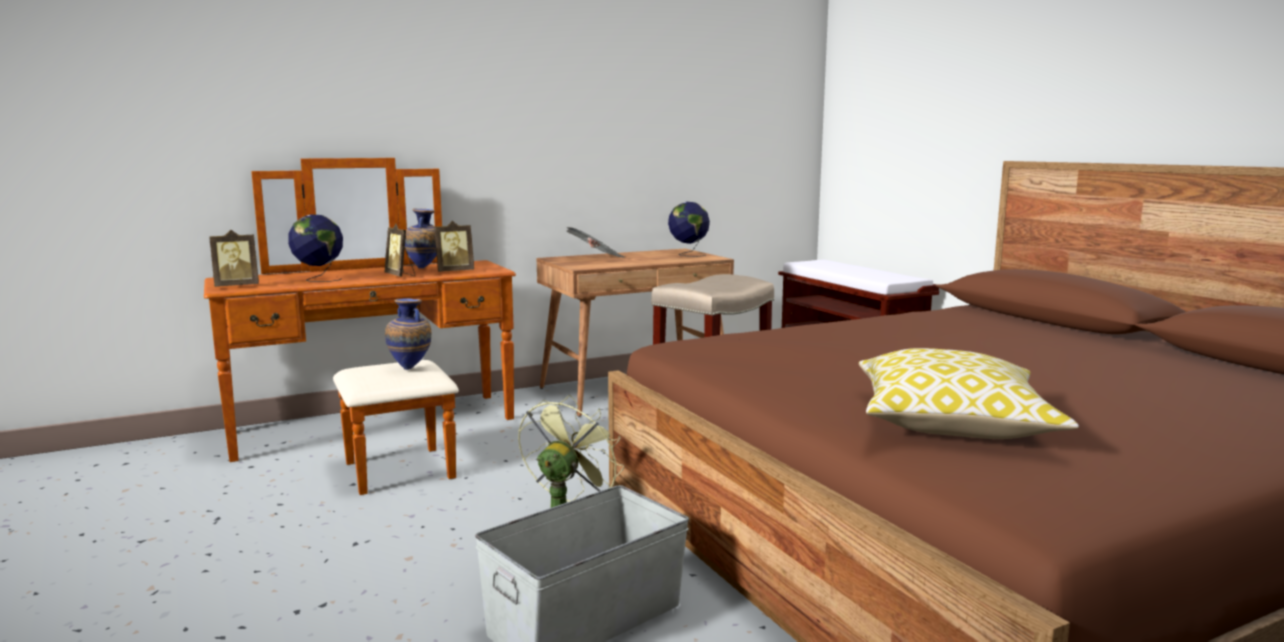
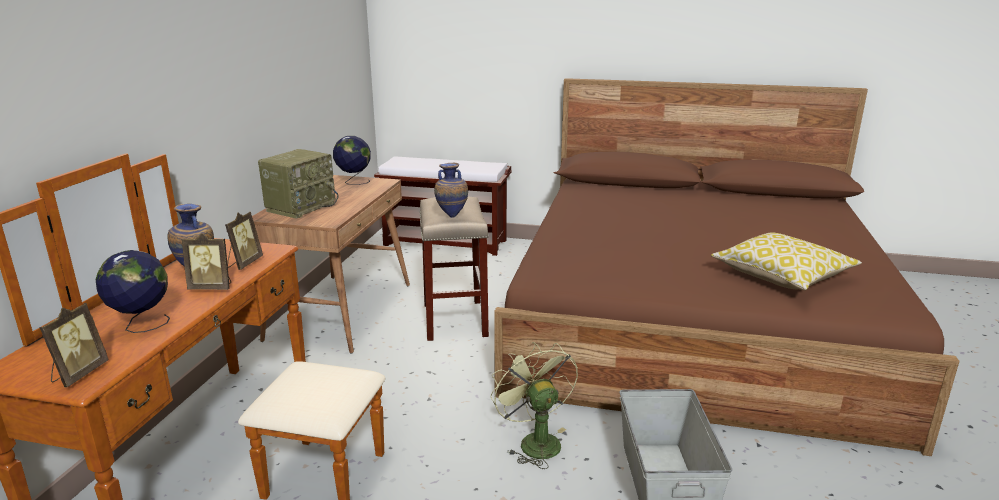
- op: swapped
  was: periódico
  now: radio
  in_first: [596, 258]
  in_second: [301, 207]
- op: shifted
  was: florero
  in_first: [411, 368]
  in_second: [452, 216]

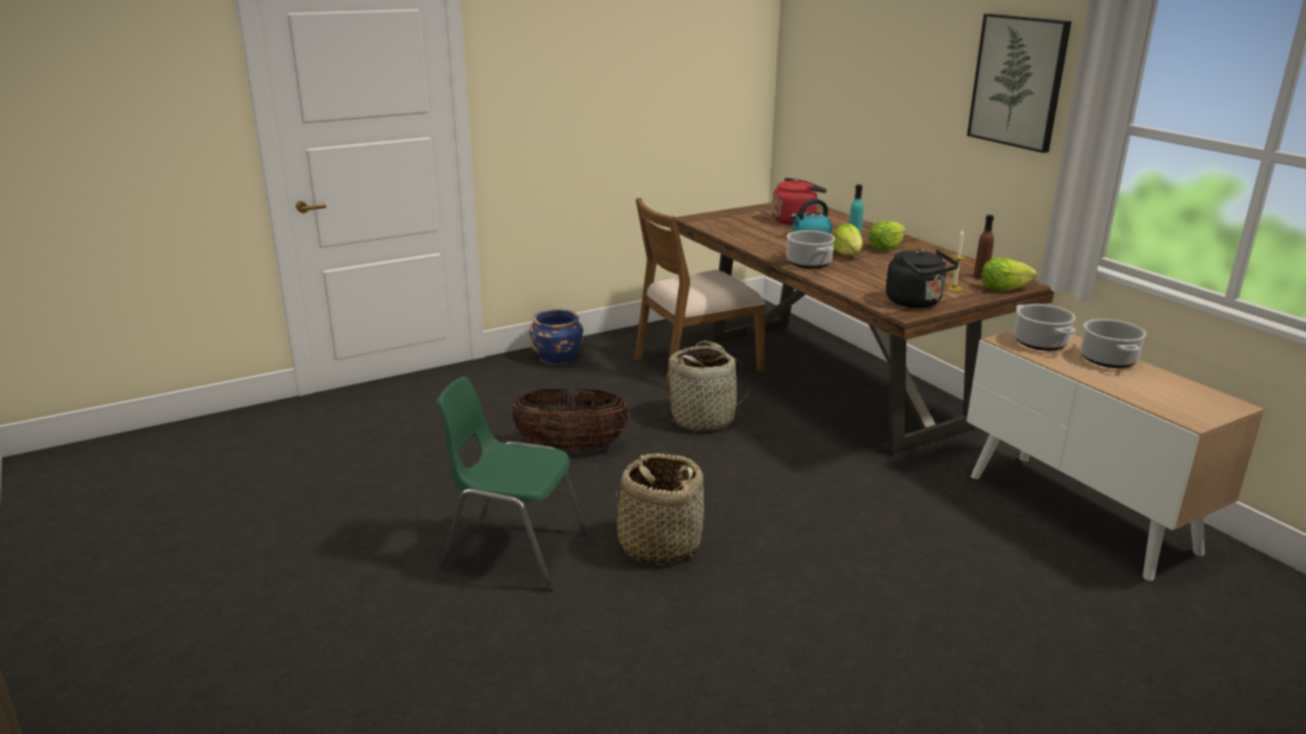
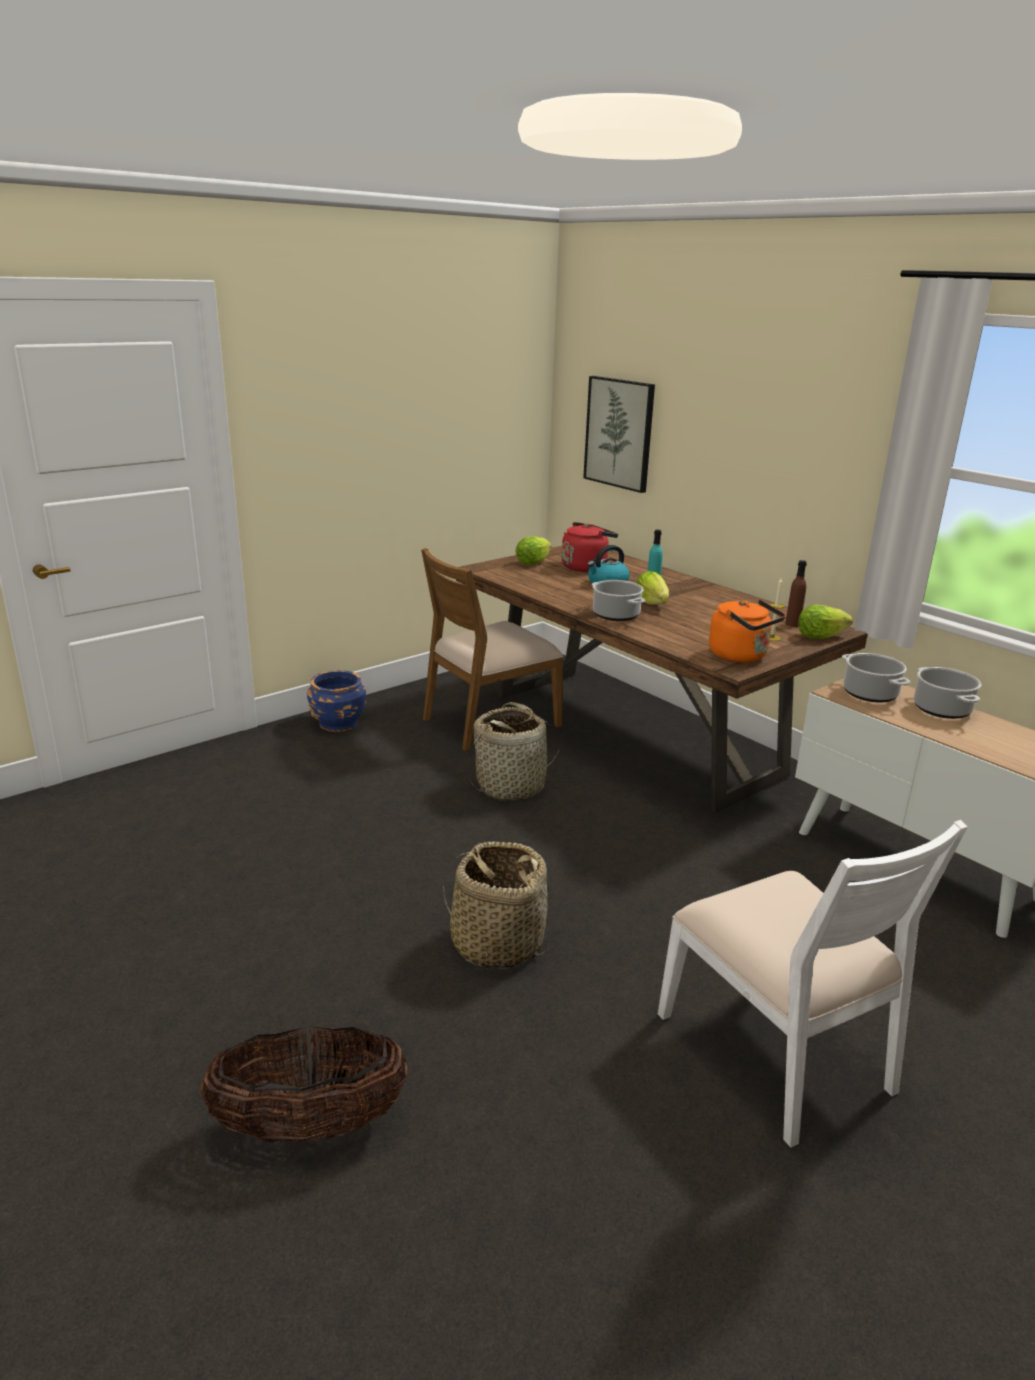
- op: shifted
  was: cuadro
  in_first: [1018, 81]
  in_second: [619, 433]
- op: shifted
  was: lechuga
  in_first: [885, 248]
  in_second: [532, 563]
- op: repainted
  was: hervidor/negro
  now: hervidor/naranja
  in_first: [916, 303]
  in_second: [741, 656]
- op: gone
  was: silla/verde
  in_first: [513, 550]
- op: shifted
  was: cesta
  in_first: [571, 447]
  in_second: [309, 1125]
- op: new
  now: silla/blanco
  in_second: [777, 1051]

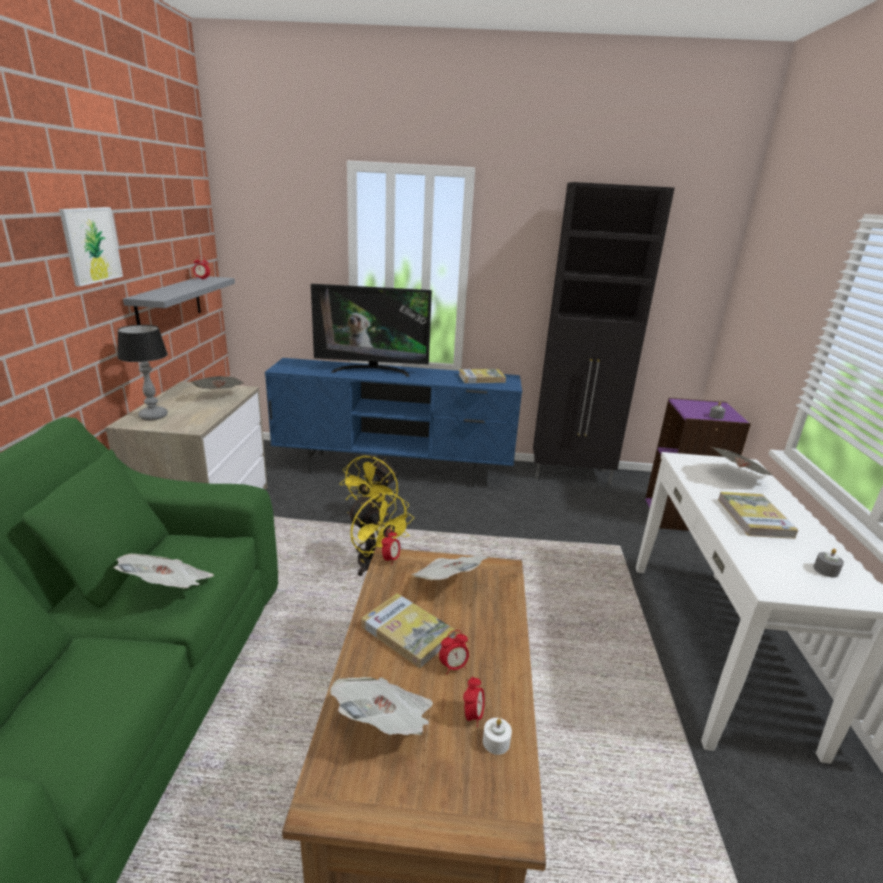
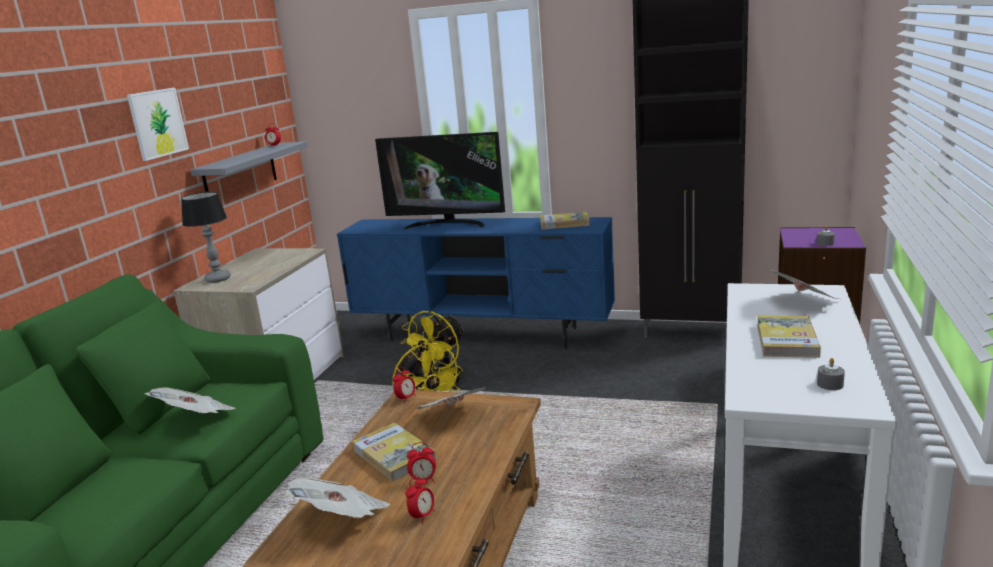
- op: gone
  was: periódico
  in_first: [219, 396]
- op: gone
  was: vela/blanco
  in_first: [496, 742]

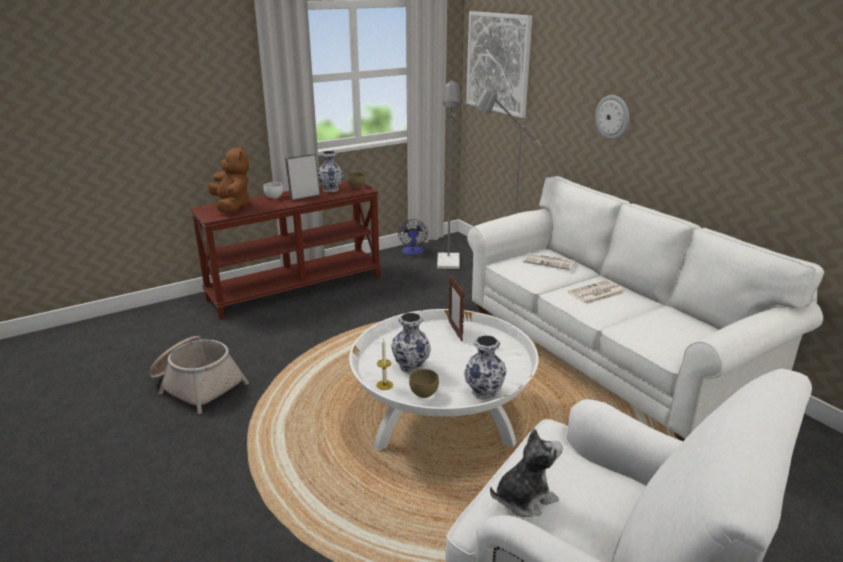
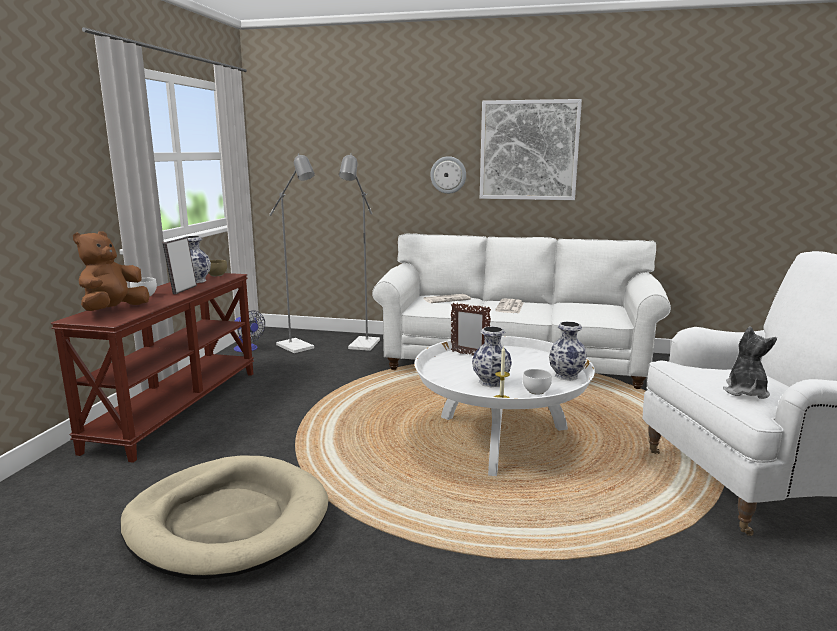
- op: shifted
  was: cuadro
  in_first: [498, 63]
  in_second: [528, 150]
- op: rotated
  was: peluche/marrón
  in_first: [232, 207]
  in_second: [113, 310]
  clockwise: -90
- op: swapped
  was: cesta
  now: cama para perro/beis
  in_first: [197, 385]
  in_second: [227, 521]
- op: repainted
  was: cuenco/marrón
  now: cuenco/blanco
  in_first: [423, 394]
  in_second: [537, 392]

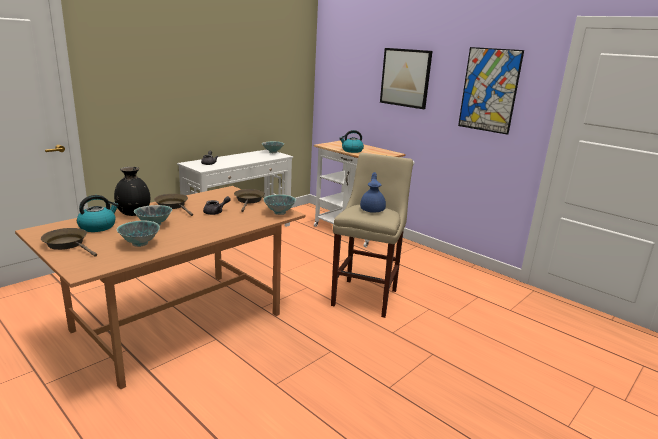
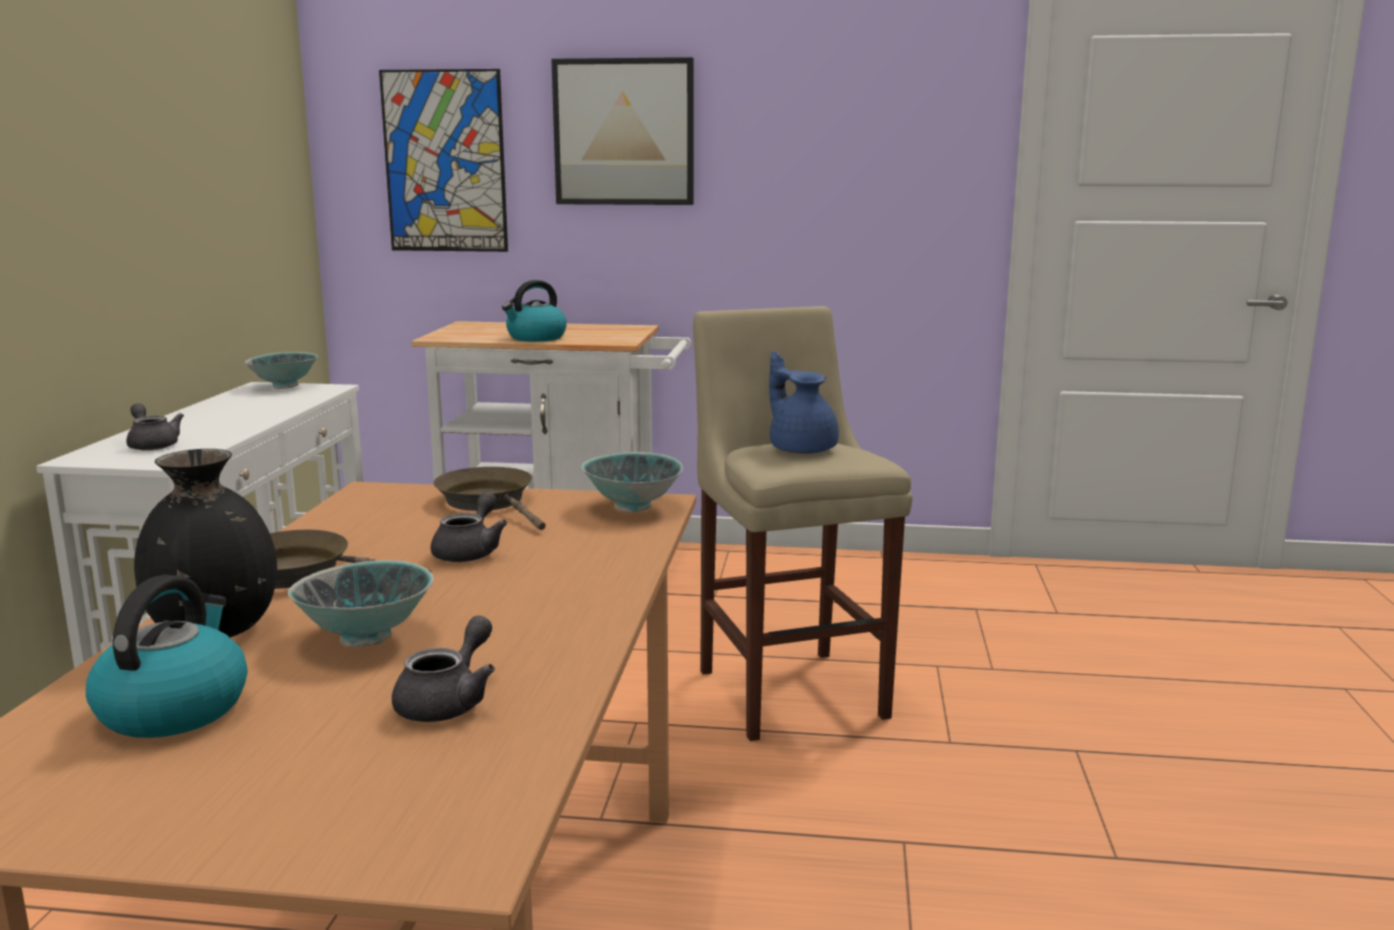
- op: shifted
  was: cuadro
  in_first: [489, 90]
  in_second: [445, 162]
- op: swapped
  was: cuenco
  now: tetera/gris
  in_first: [139, 244]
  in_second: [449, 701]
- op: gone
  was: sartén/marrón
  in_first: [68, 244]

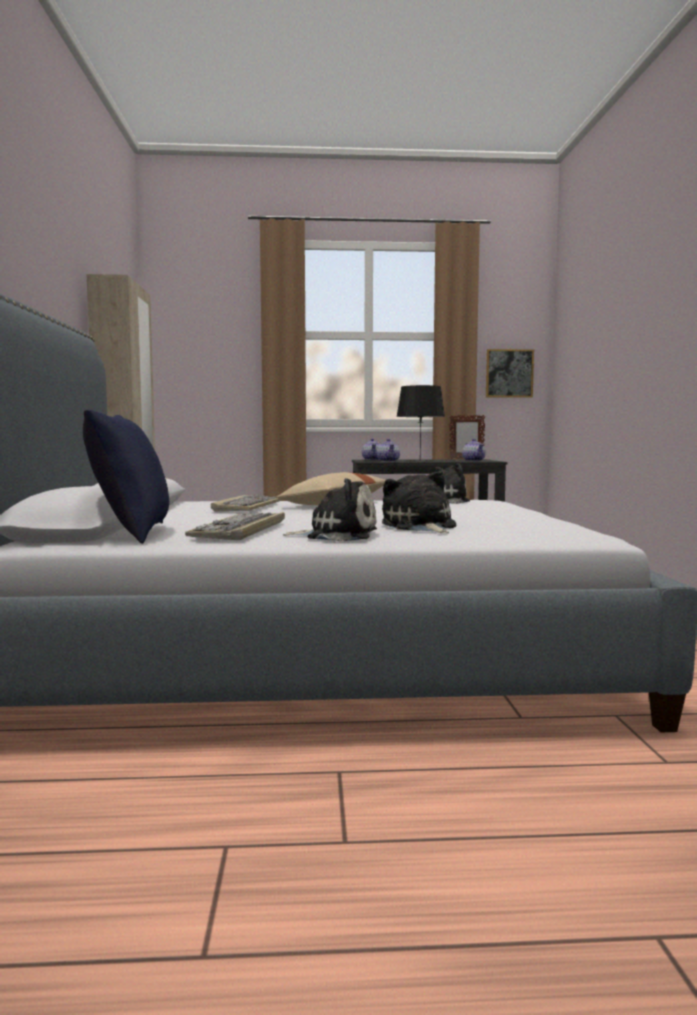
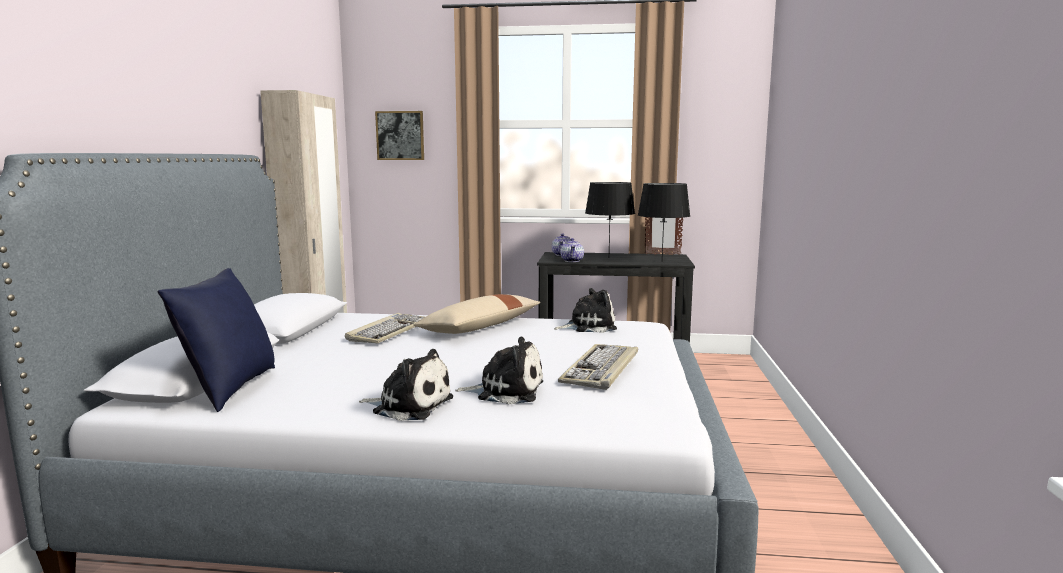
- op: shifted
  was: cuadro
  in_first: [509, 373]
  in_second: [400, 135]
- op: swapped
  was: tetera
  now: lámpara de mesa/negro
  in_first: [473, 461]
  in_second: [662, 262]
- op: rotated
  was: peluche
  in_first: [419, 526]
  in_second: [506, 391]
  clockwise: 105
- op: shifted
  was: teclado
  in_first: [240, 530]
  in_second: [601, 369]

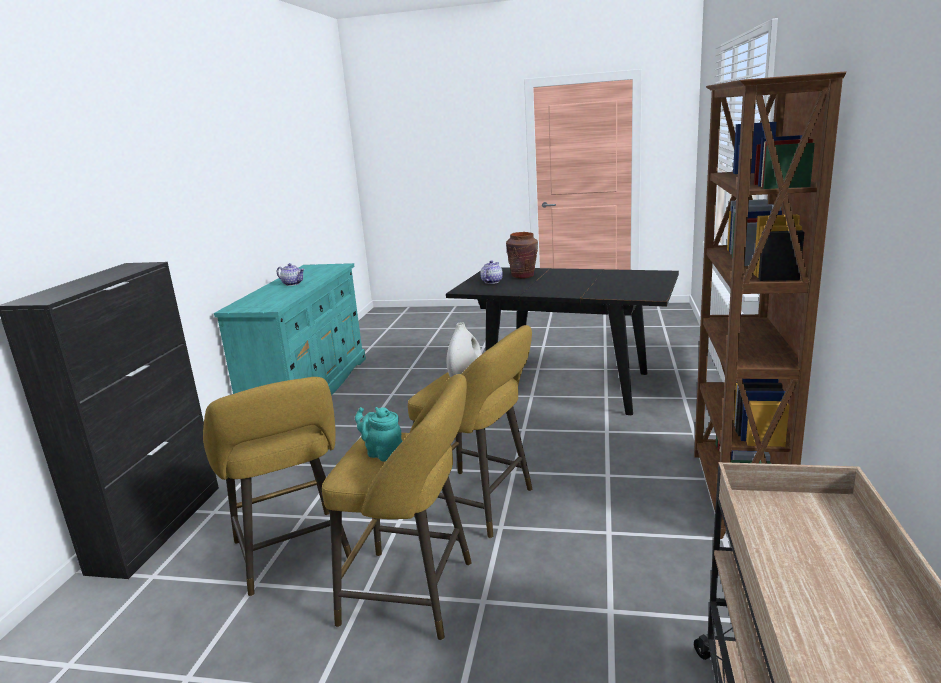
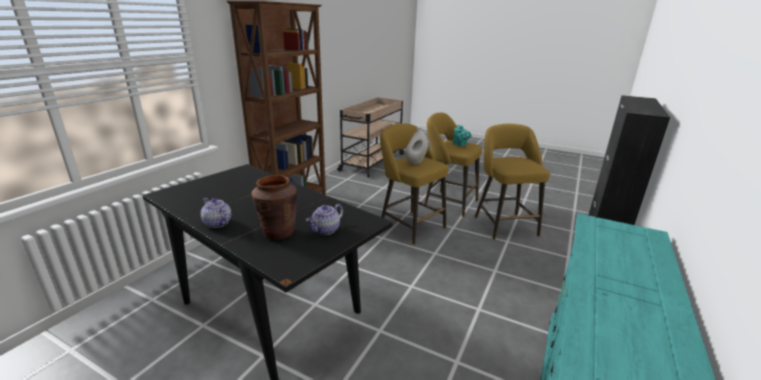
- op: shifted
  was: tetera
  in_first: [293, 283]
  in_second: [217, 223]

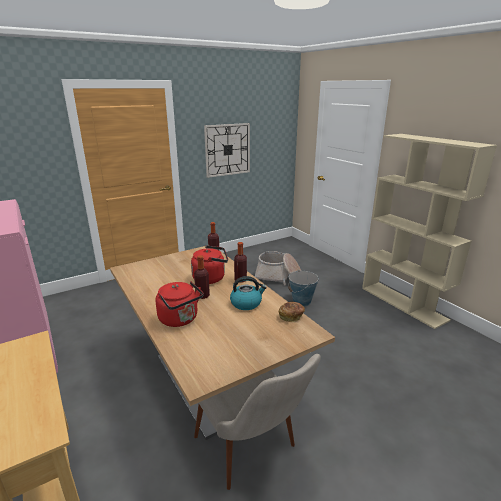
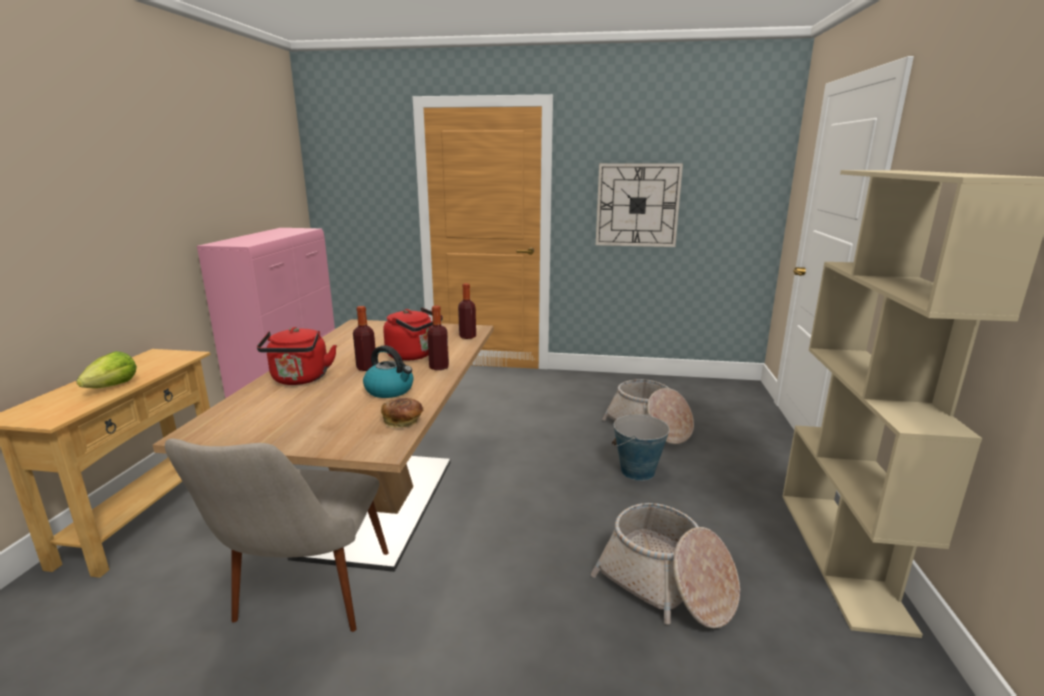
- op: new
  now: lechuga
  in_second: [113, 386]
- op: new
  now: cesta
  in_second: [666, 585]

